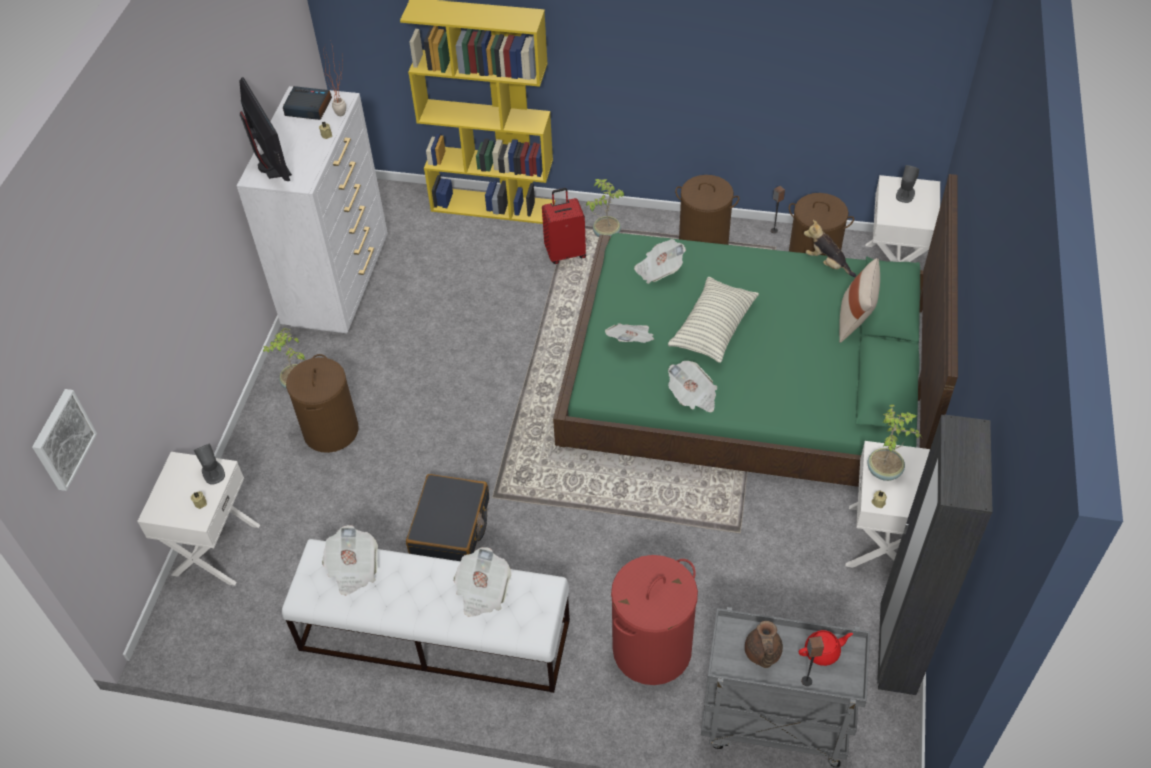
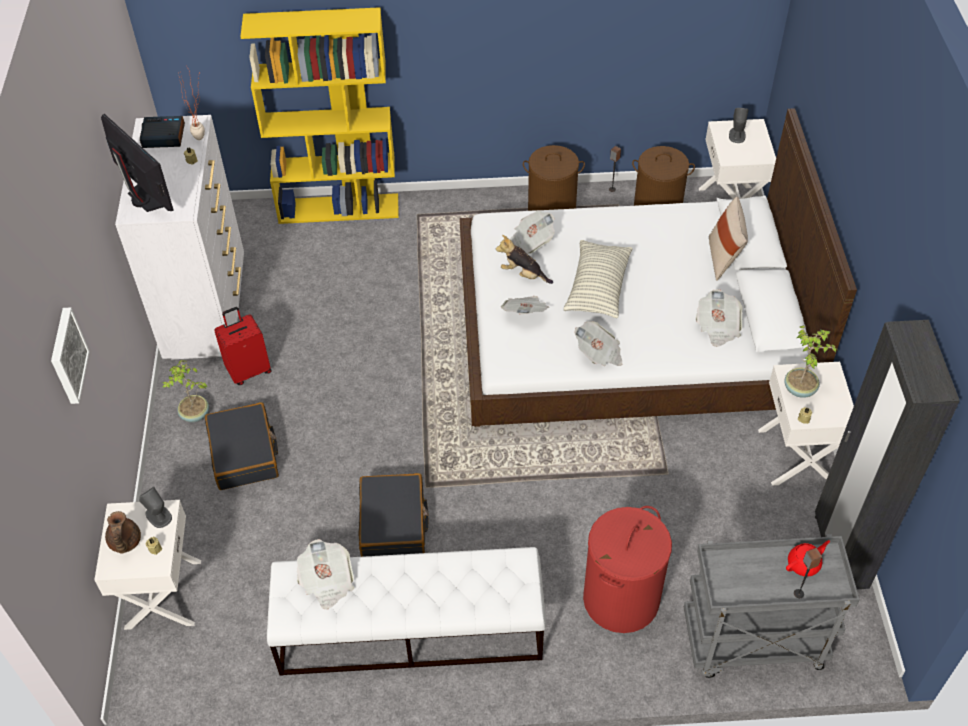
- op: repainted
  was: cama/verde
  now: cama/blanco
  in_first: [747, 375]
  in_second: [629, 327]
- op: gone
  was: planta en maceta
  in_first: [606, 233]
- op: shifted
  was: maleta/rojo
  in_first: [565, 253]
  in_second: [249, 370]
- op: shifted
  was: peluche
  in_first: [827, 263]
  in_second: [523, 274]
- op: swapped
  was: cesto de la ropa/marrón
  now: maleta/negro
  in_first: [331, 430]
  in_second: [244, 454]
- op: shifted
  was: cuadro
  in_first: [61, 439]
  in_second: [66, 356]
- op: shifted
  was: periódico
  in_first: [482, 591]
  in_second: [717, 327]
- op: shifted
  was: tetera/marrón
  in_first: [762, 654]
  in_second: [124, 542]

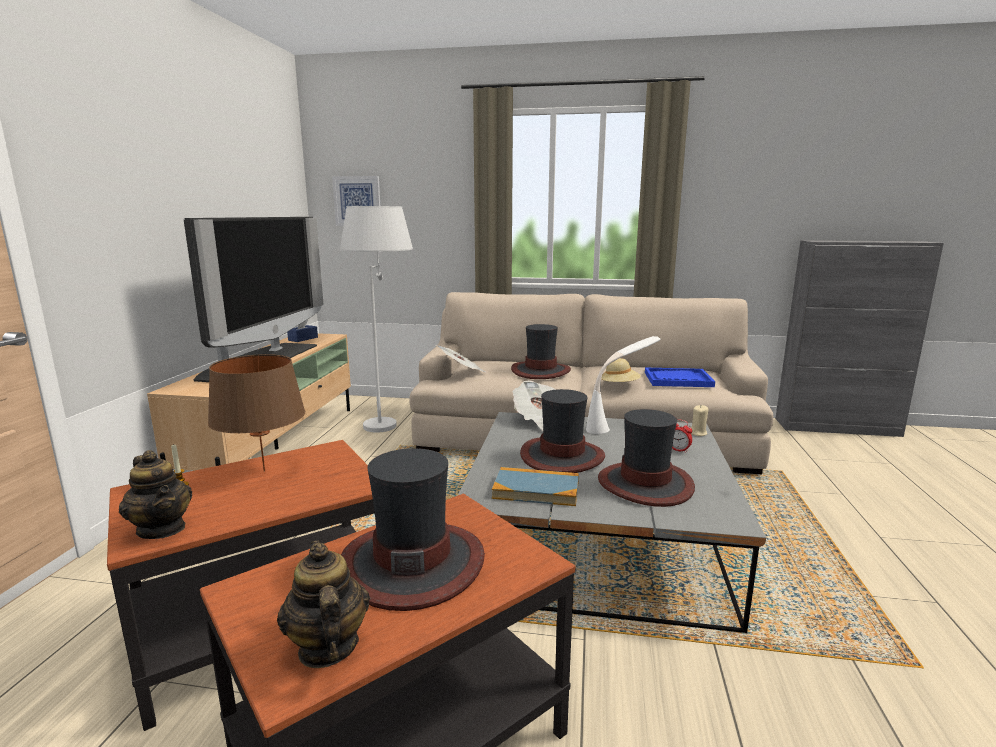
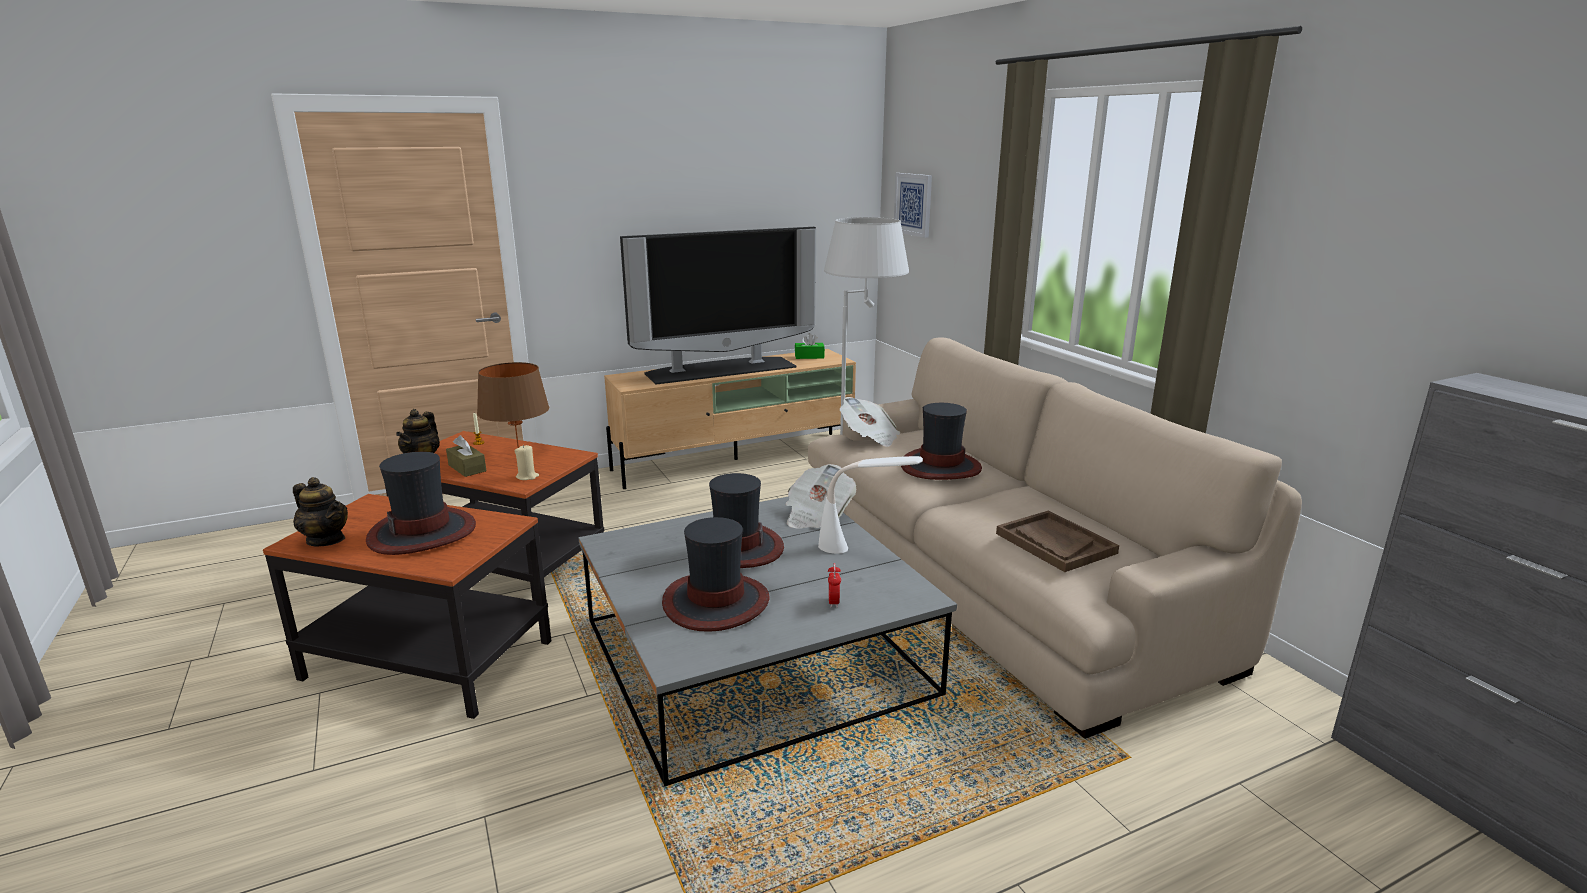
- op: repainted
  was: caja de pañuelos/azul
  now: caja de pañuelos/verde
  in_first: [303, 339]
  in_second: [809, 356]
- op: gone
  was: sombrero/beis
  in_first: [619, 386]
- op: repainted
  was: bandeja/azul
  now: bandeja/marrón
  in_first: [678, 379]
  in_second: [1055, 543]
- op: shifted
  was: vela/beis
  in_first: [698, 433]
  in_second: [527, 477]
- op: gone
  was: libro
  in_first: [536, 490]
- op: rotated
  was: tetera
  in_first: [327, 647]
  in_second: [326, 540]
  clockwise: 90
- op: new
  now: caja de pañuelos/marrón
  in_second: [467, 468]

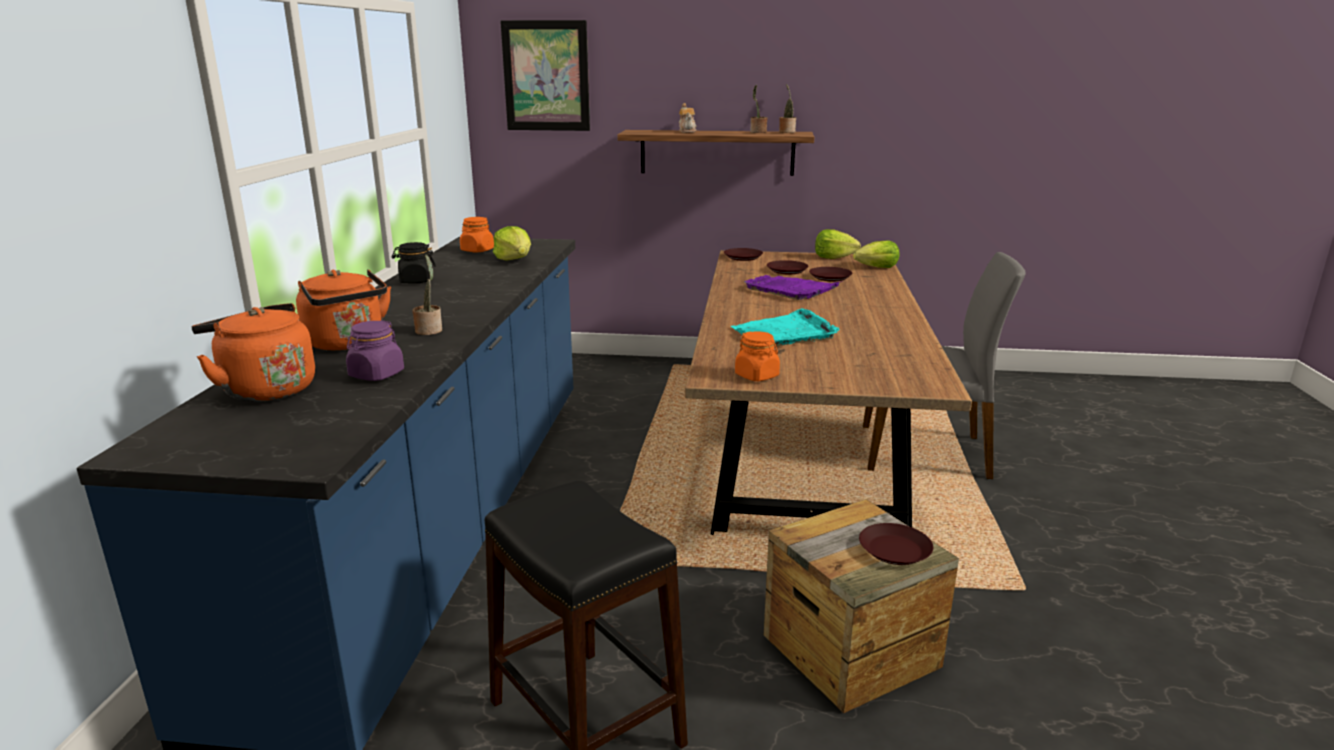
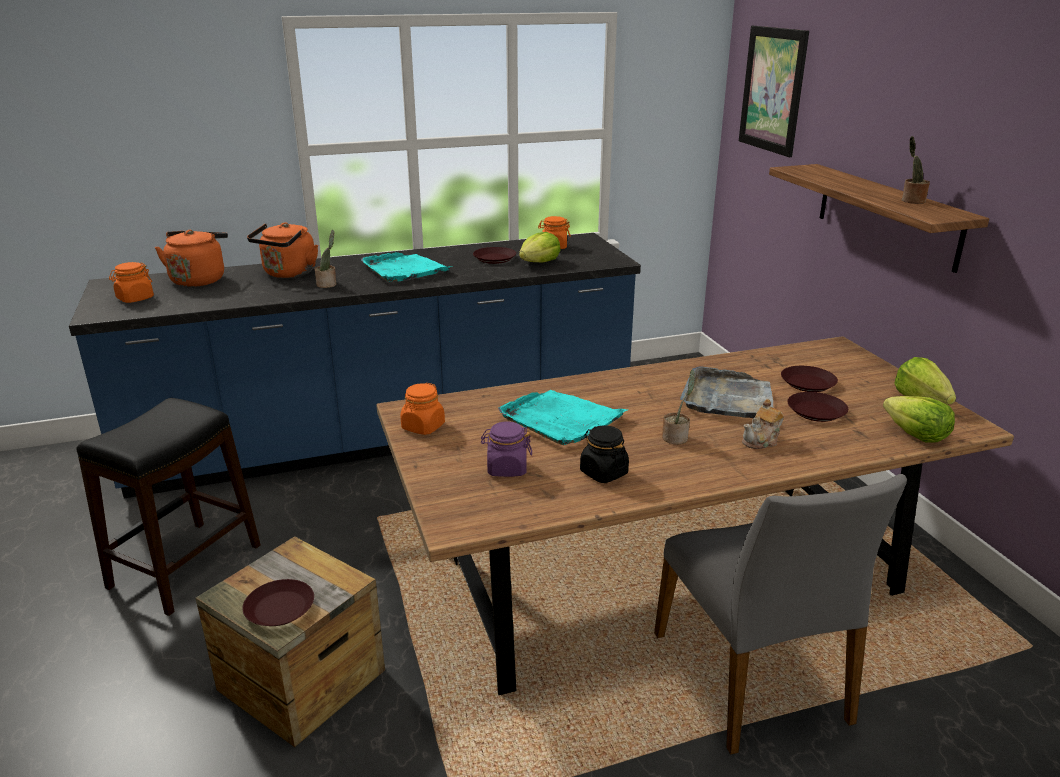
- op: shifted
  was: planta en maceta
  in_first: [786, 132]
  in_second: [676, 437]
- op: shifted
  was: tetera
  in_first: [687, 131]
  in_second: [761, 441]
- op: shifted
  was: tarro/negro
  in_first: [416, 281]
  in_second: [603, 473]
- op: shifted
  was: plato/marrón
  in_first: [743, 257]
  in_second: [495, 259]
- op: repainted
  was: bandeja/morado
  now: bandeja/gris
  in_first: [791, 289]
  in_second: [728, 398]
- op: shifted
  was: tarro/morado
  in_first: [376, 374]
  in_second: [506, 468]
- op: new
  now: bandeja/turquesa
  in_second: [404, 270]
- op: new
  now: tarro/naranja
  in_second: [135, 298]

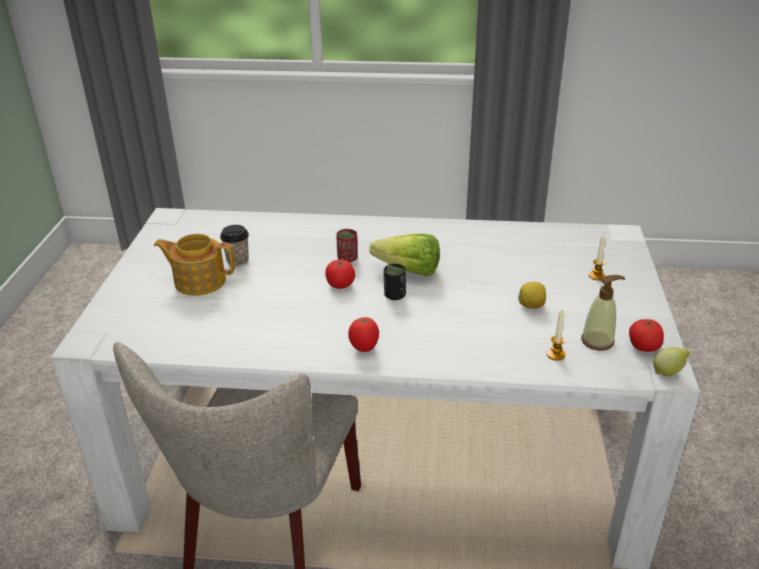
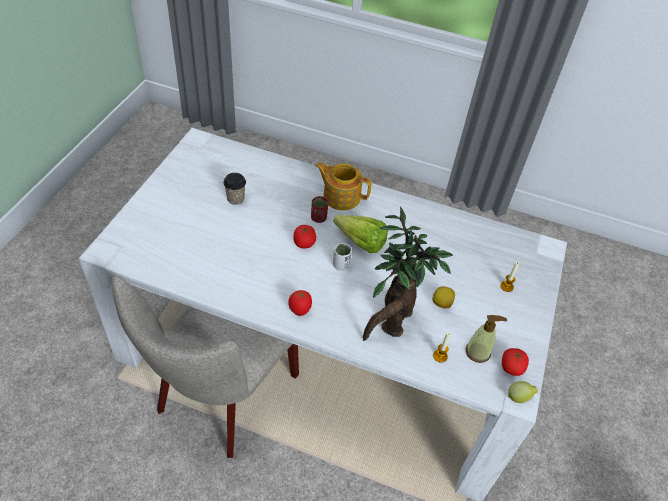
- op: shifted
  was: tetera
  in_first: [199, 281]
  in_second: [341, 196]
- op: repainted
  was: taza/negro
  now: taza/blanco
  in_first: [394, 295]
  in_second: [341, 265]
- op: new
  now: planta en maceta
  in_second: [391, 323]

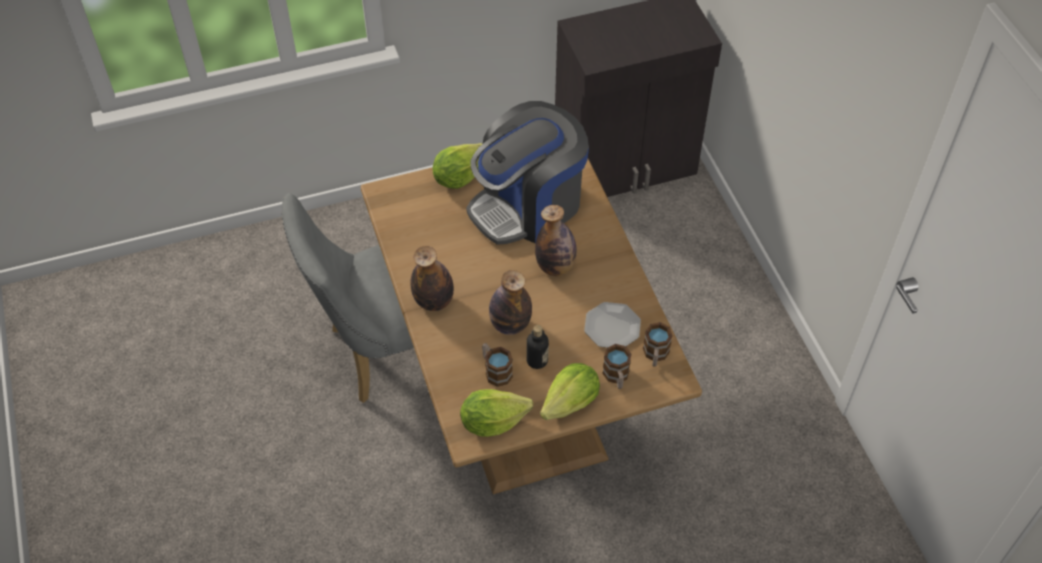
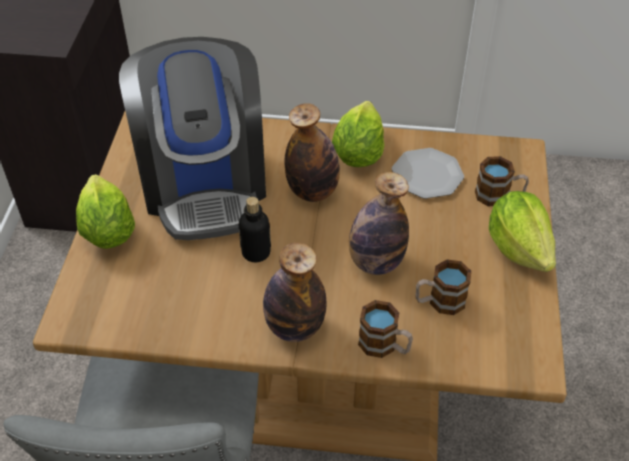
- op: shifted
  was: taza grande
  in_first: [655, 355]
  in_second: [384, 345]
- op: shifted
  was: botella
  in_first: [537, 360]
  in_second: [256, 252]
- op: shifted
  was: lechuga
  in_first: [492, 422]
  in_second: [358, 153]

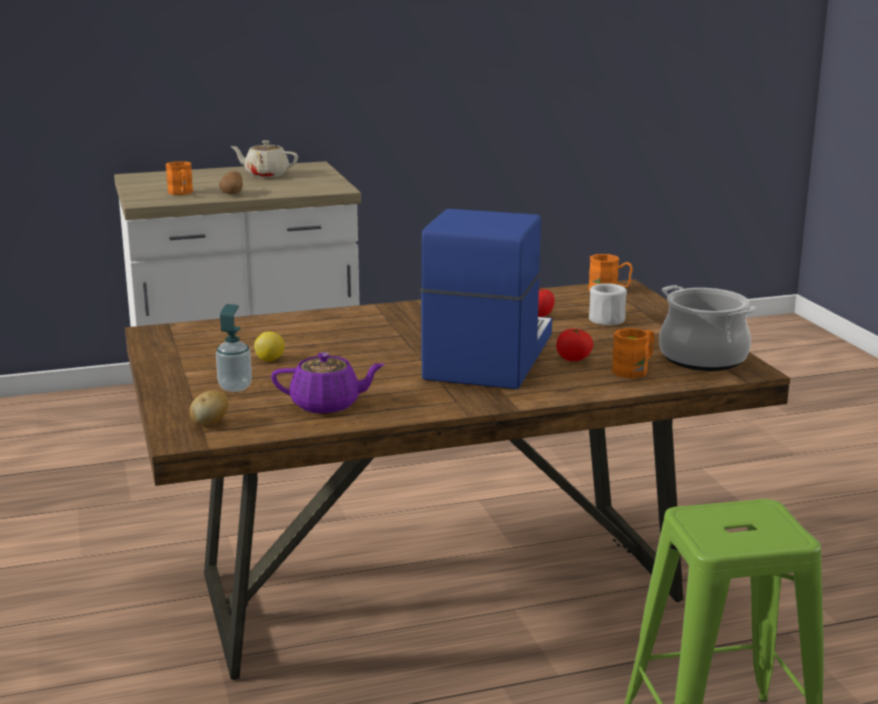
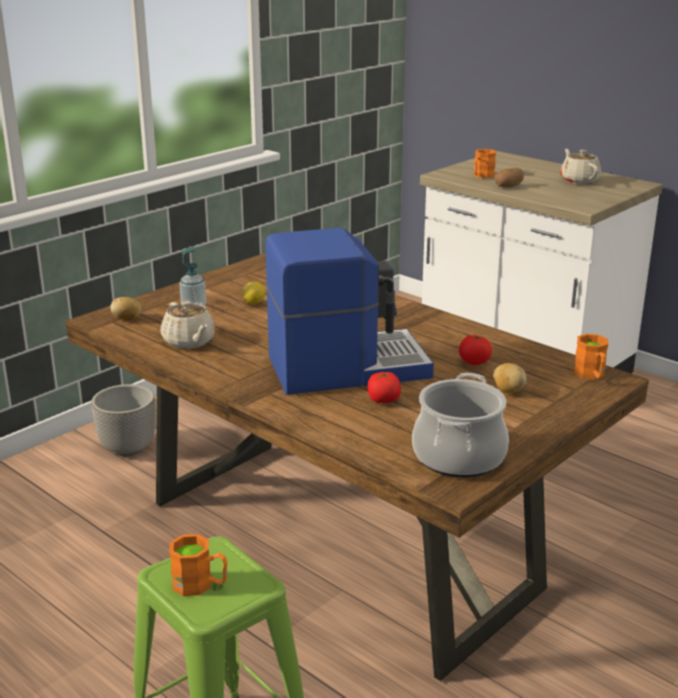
- op: swapped
  was: taza grande/blanco
  now: patata
  in_first: [606, 318]
  in_second: [508, 391]
- op: shifted
  was: taza grande/naranja
  in_first: [634, 369]
  in_second: [200, 585]
- op: repainted
  was: tetera/morado
  now: tetera/beis
  in_first: [327, 405]
  in_second: [189, 342]
- op: new
  now: maceta
  in_second: [128, 448]

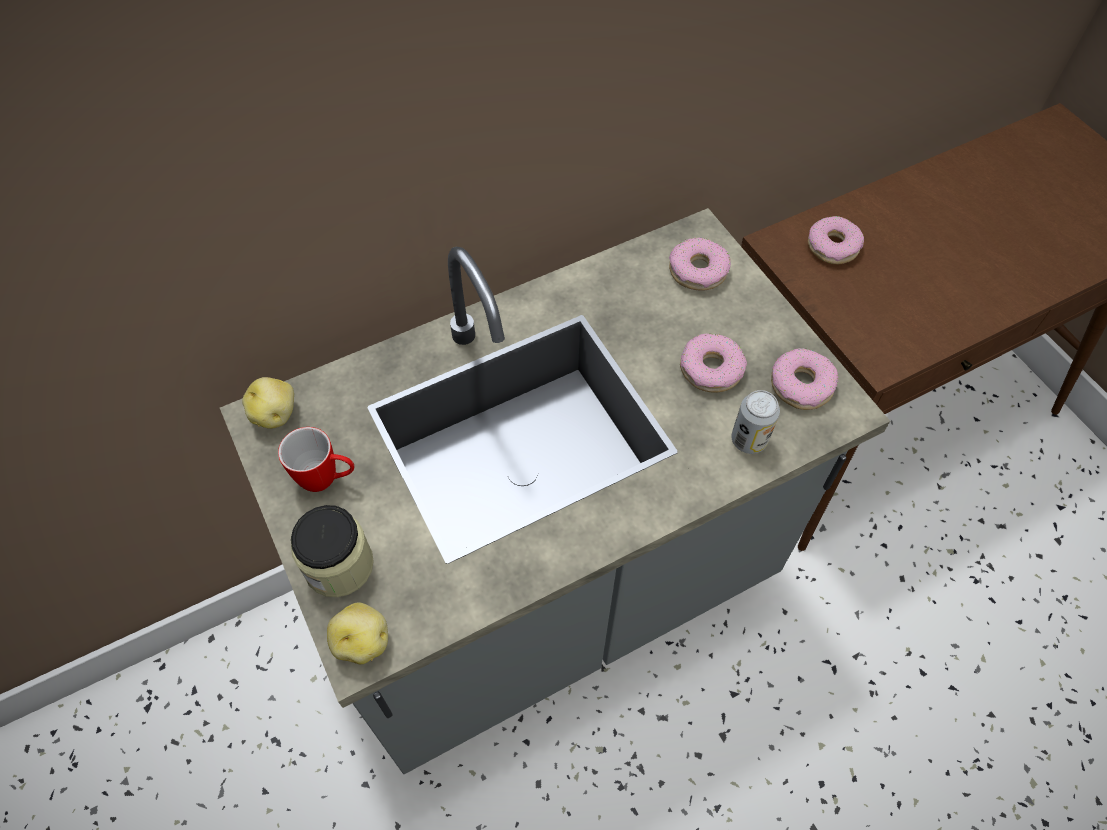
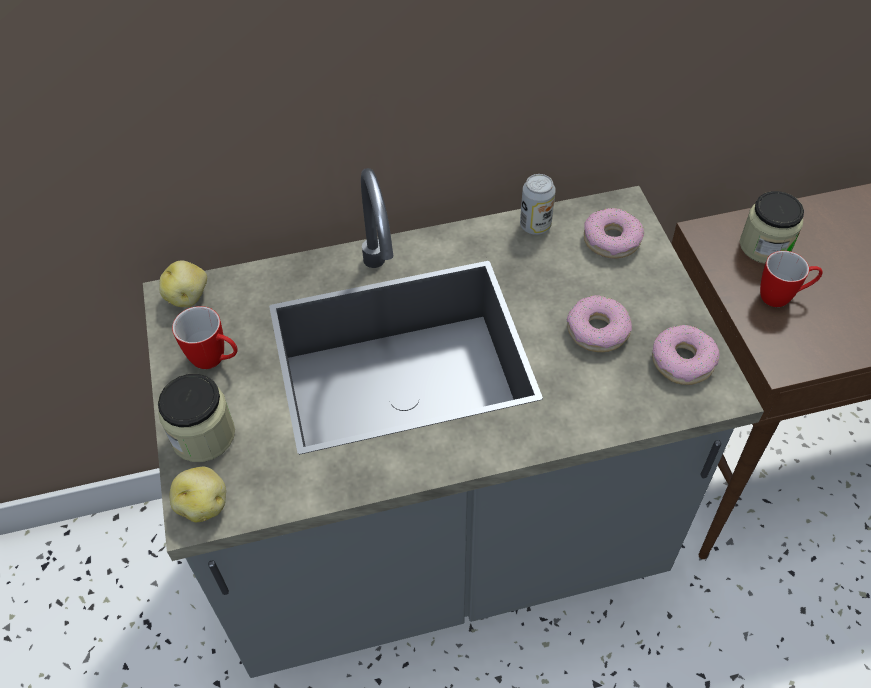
- op: swapped
  was: rosquilla
  now: tarro
  in_first: [833, 246]
  in_second: [765, 246]
- op: shifted
  was: lata
  in_first: [749, 440]
  in_second: [535, 225]
- op: new
  now: taza grande
  in_second: [782, 297]

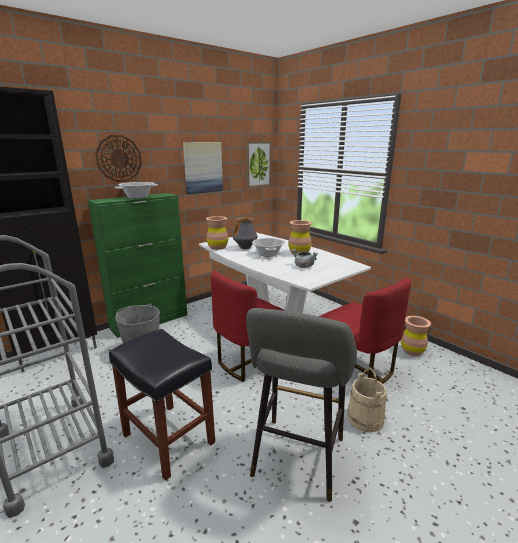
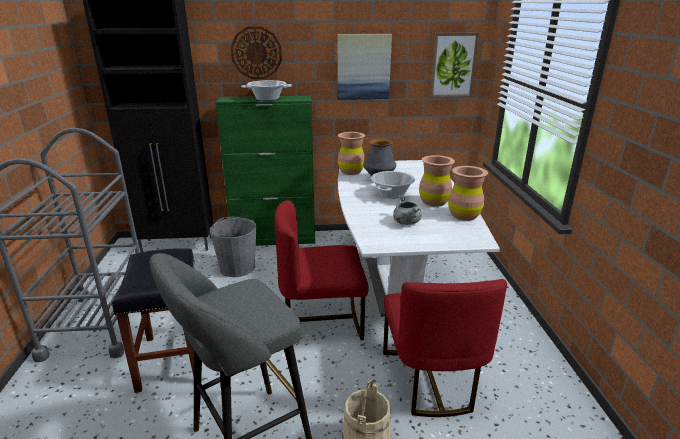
- op: shifted
  was: florero/marrón
  in_first: [412, 351]
  in_second: [464, 215]

